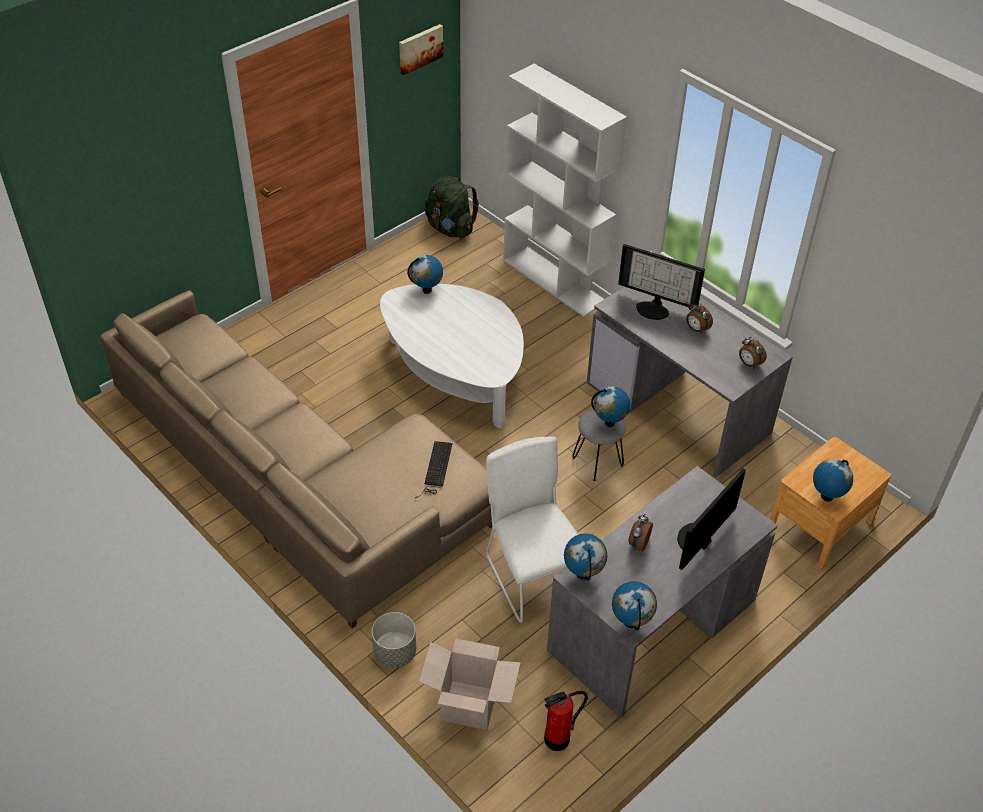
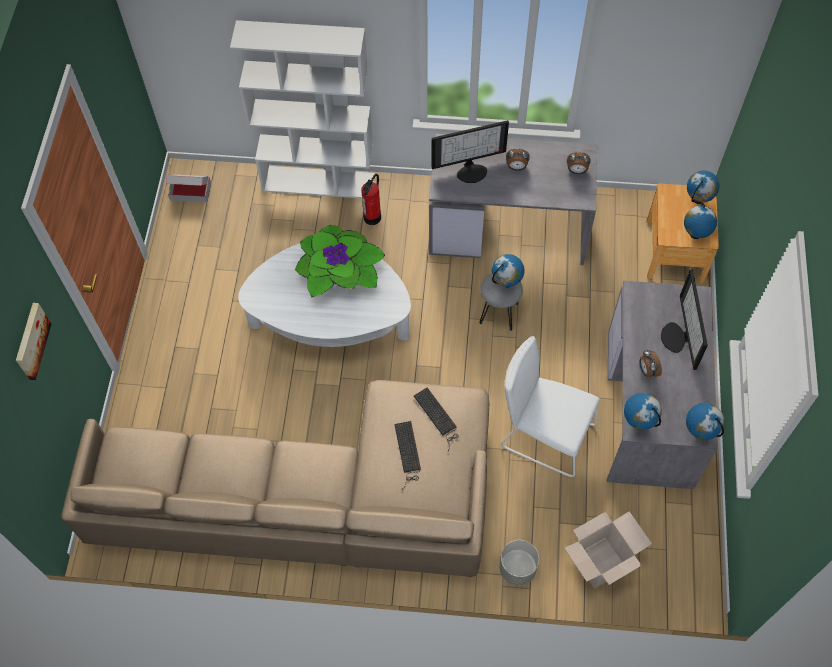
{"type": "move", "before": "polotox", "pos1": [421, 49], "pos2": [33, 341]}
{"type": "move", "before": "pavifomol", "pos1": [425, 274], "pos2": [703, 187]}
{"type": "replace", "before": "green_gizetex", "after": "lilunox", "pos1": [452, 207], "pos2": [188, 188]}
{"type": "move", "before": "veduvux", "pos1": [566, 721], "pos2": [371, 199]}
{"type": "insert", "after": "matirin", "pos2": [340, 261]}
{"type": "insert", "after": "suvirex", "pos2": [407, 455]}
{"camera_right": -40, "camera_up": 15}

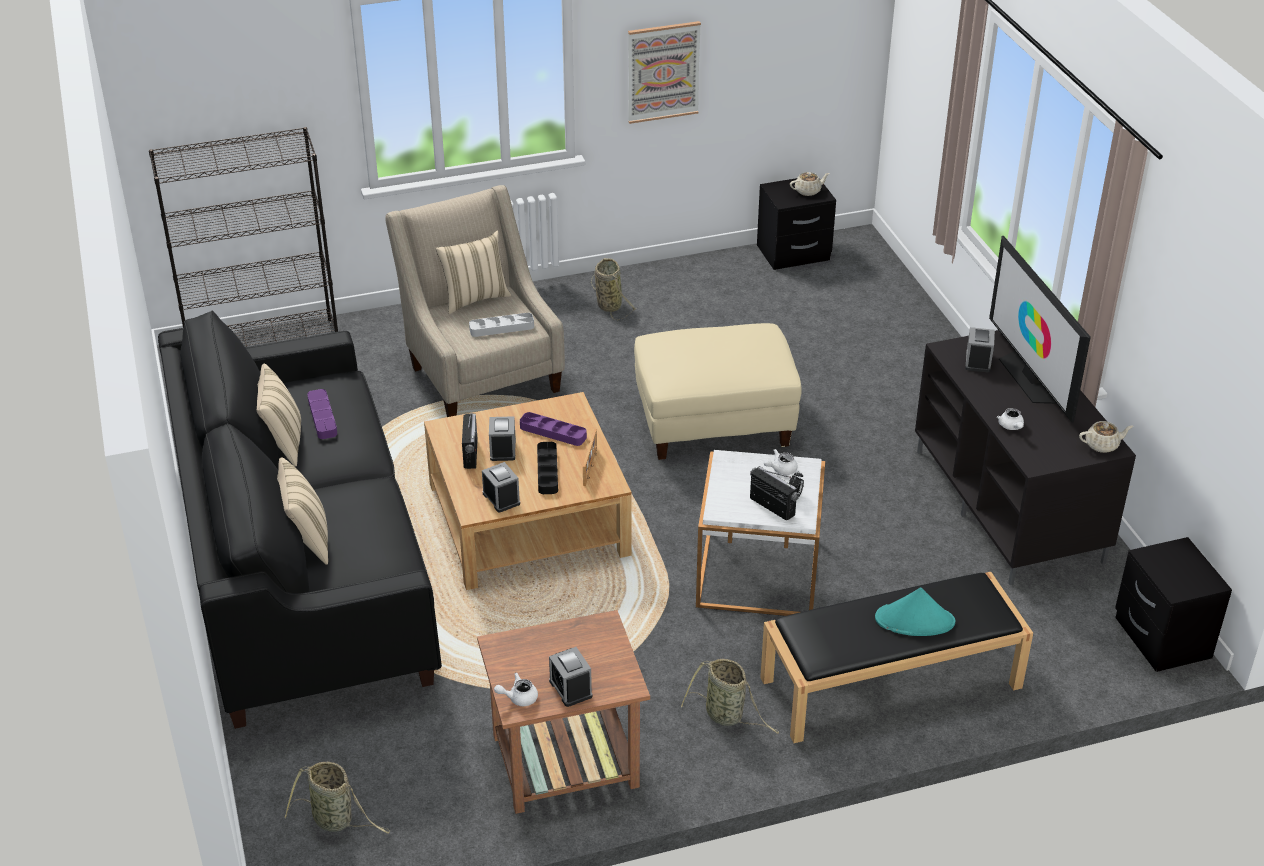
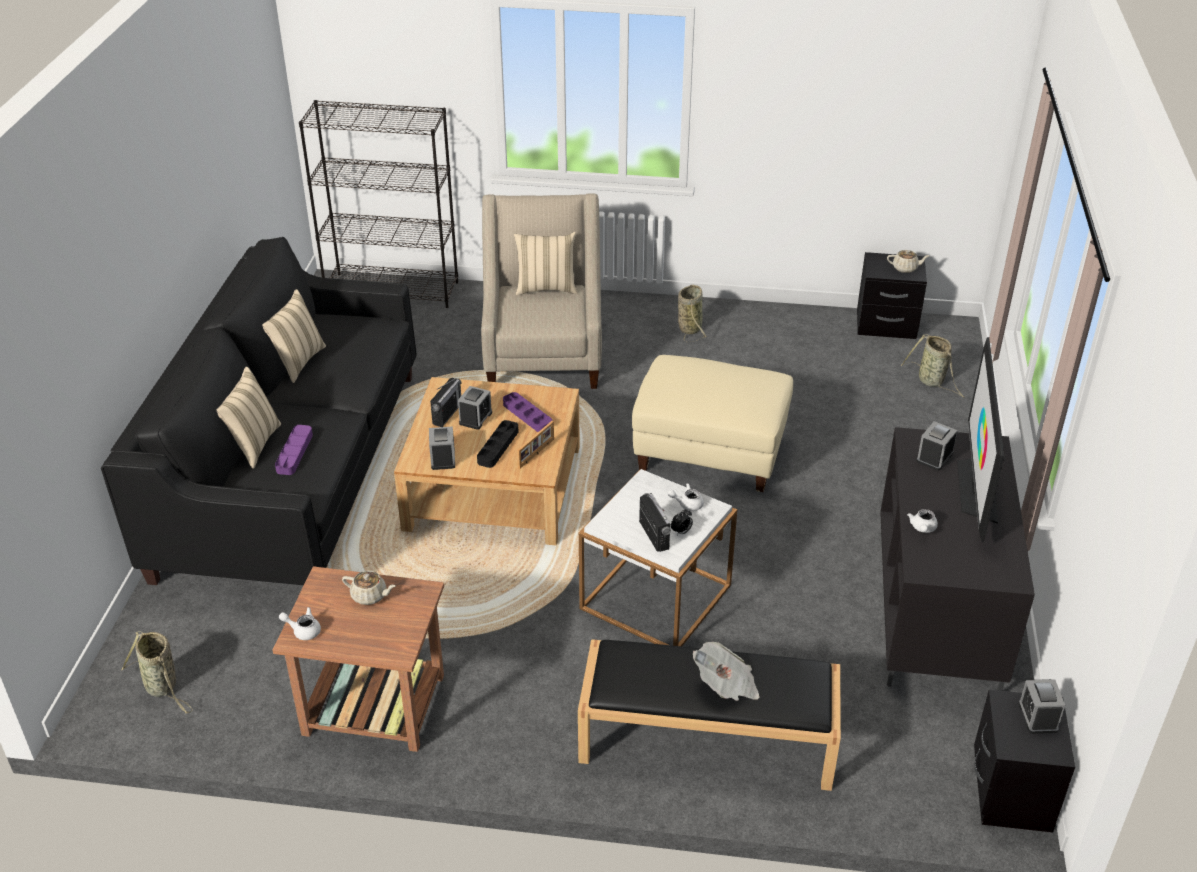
{"type": "move", "before": "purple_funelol", "pos1": [322, 414], "pos2": [294, 450]}
{"type": "delete", "before": "grey_funelol", "pos1": [501, 325]}
{"type": "move", "before": "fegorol", "pos1": [570, 677], "pos2": [1041, 706]}
{"type": "delete", "before": "polotox", "pos1": [664, 72]}
{"type": "move", "before": "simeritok", "pos1": [730, 696], "pos2": [933, 366]}
{"type": "replace", "before": "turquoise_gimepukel", "after": "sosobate", "pos1": [915, 612], "pos2": [726, 671]}
{"type": "move", "before": "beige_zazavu", "pos1": [1106, 437], "pos2": [369, 588]}
{"camera_right": 25, "camera_up": 0}

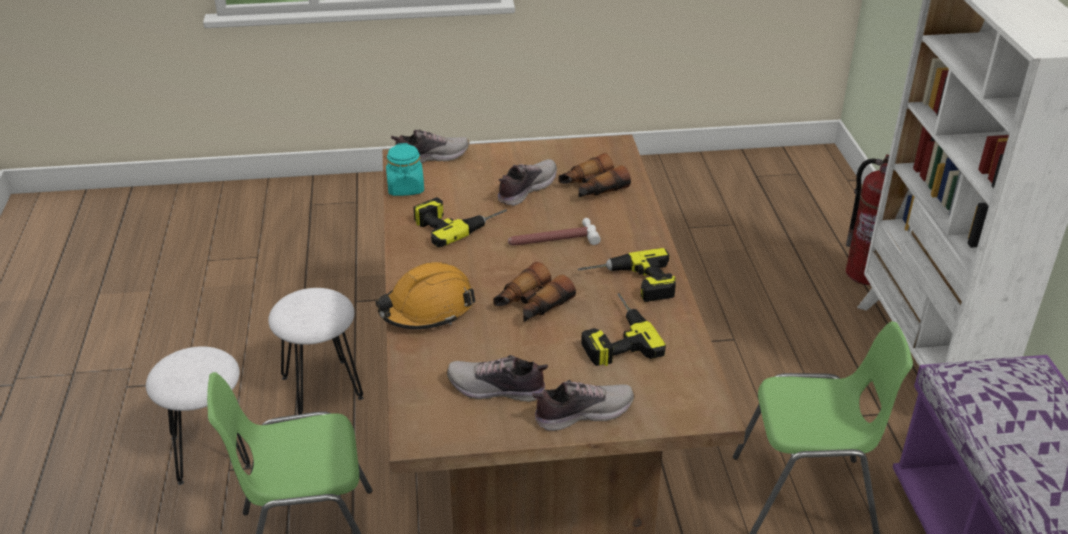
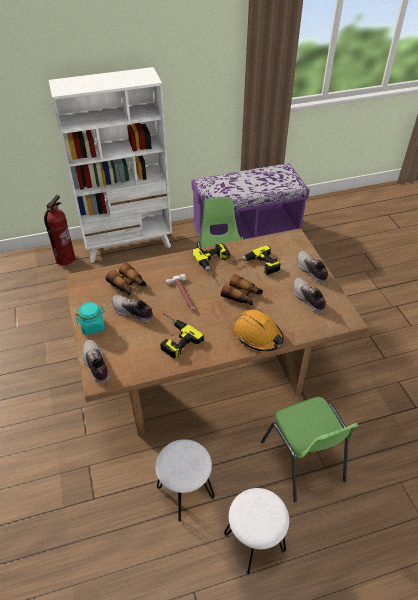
{"type": "move", "before": "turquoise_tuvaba", "pos1": [405, 169], "pos2": [90, 318]}
{"type": "rotate", "before": "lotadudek", "pos1": [497, 378], "pos2": [310, 295], "turn": 150}
{"camera_right": -100, "camera_up": 10}

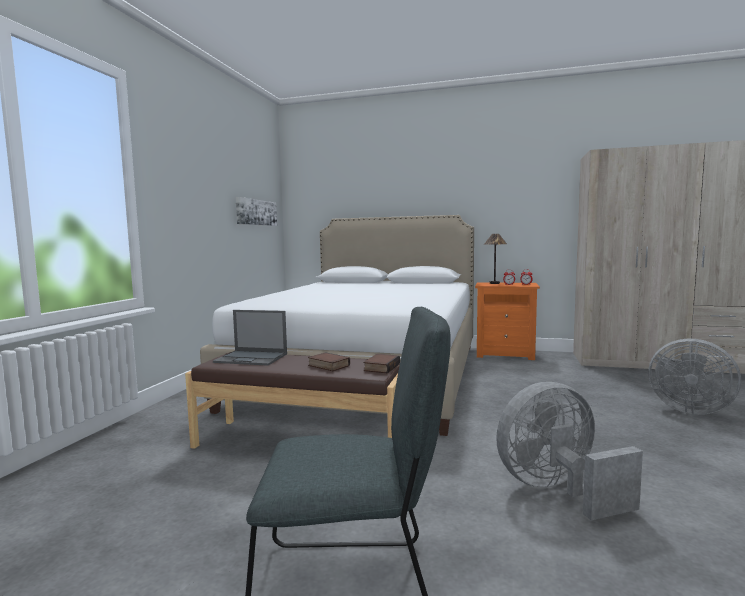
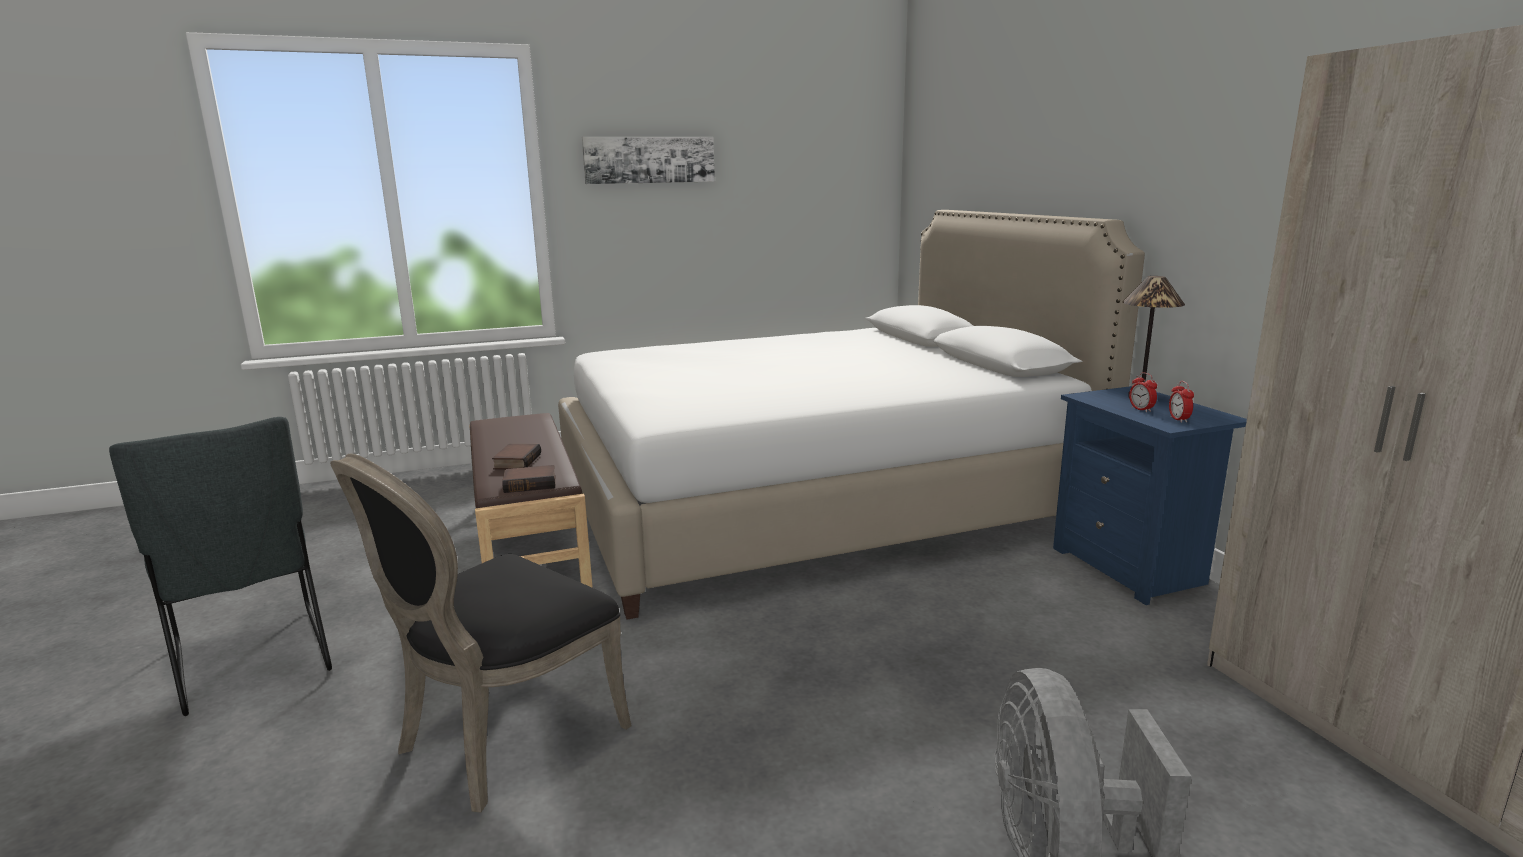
{"type": "delete", "before": "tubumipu", "pos1": [250, 338]}
{"type": "move", "before": "polotox", "pos1": [256, 211], "pos2": [648, 160]}
{"type": "recolor", "before": "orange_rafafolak", "after": "blue_rafafolak", "pos1": [507, 321], "pos2": [1150, 495]}
{"type": "replace", "before": "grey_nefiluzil", "after": "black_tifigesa", "pos1": [569, 451], "pos2": [481, 633]}
{"camera_right": 55, "camera_up": 10}

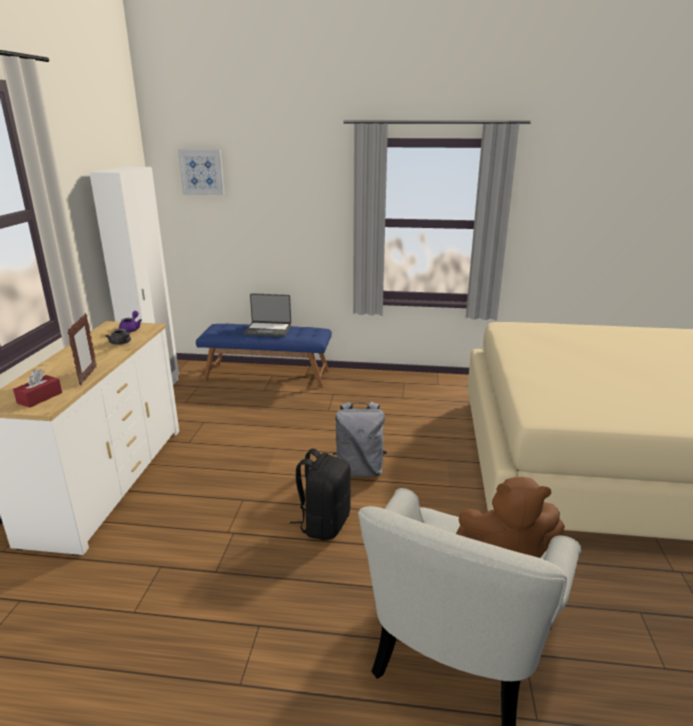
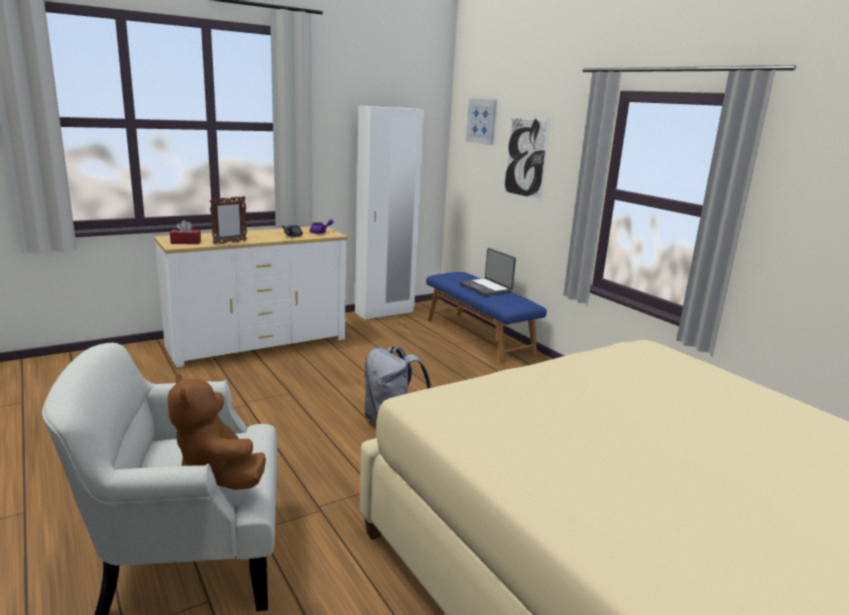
{"type": "delete", "before": "black_gizetex", "pos1": [320, 494]}
{"type": "insert", "after": "polotox", "pos2": [526, 158]}
{"camera_right": 50, "camera_up": -5}

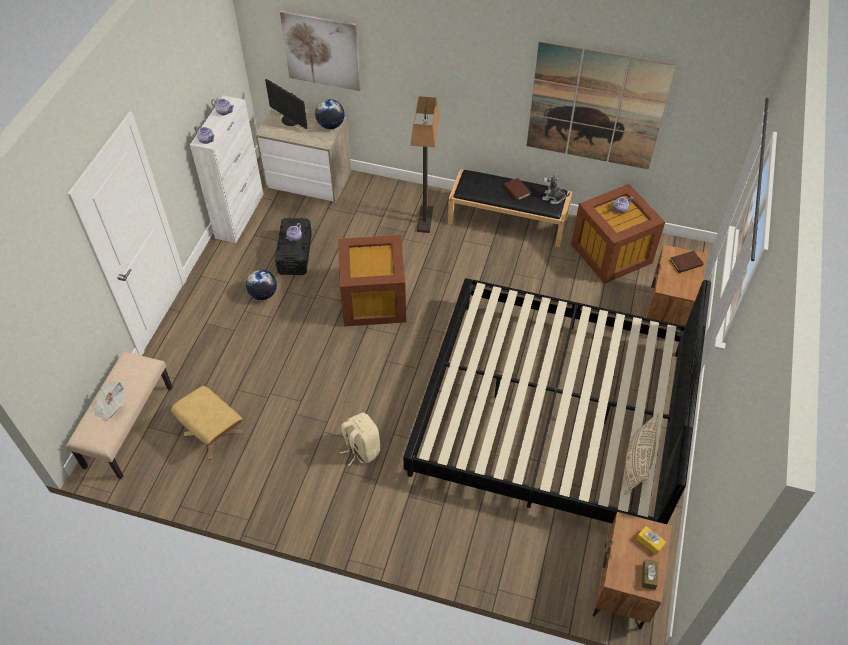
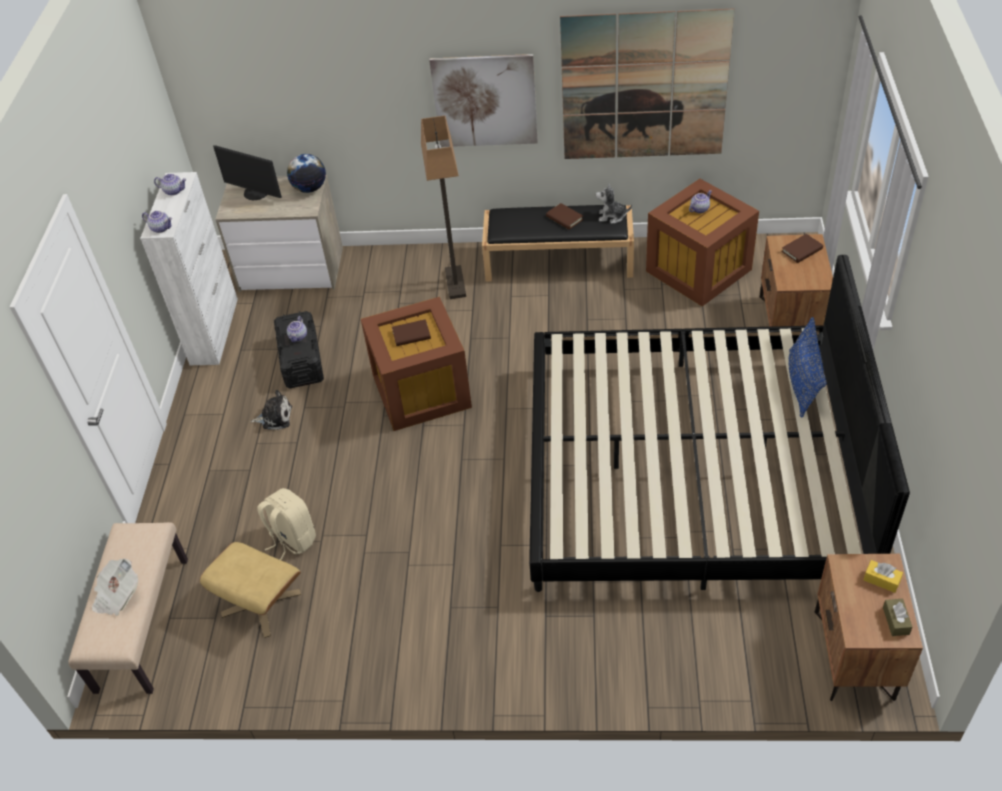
{"type": "replace", "before": "pavifomol", "after": "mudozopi", "pos1": [261, 285], "pos2": [271, 410]}
{"type": "move", "before": "polotox", "pos1": [320, 51], "pos2": [483, 100]}
{"type": "move", "before": "beige_gizetex", "pos1": [360, 439], "pos2": [286, 524]}
{"type": "delete", "before": "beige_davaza", "pos1": [641, 454]}
{"type": "insert", "after": "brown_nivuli", "pos2": [411, 332]}
{"type": "insert", "after": "blue_davaza", "pos2": [807, 367]}
{"camera_right": -10, "camera_up": -5}

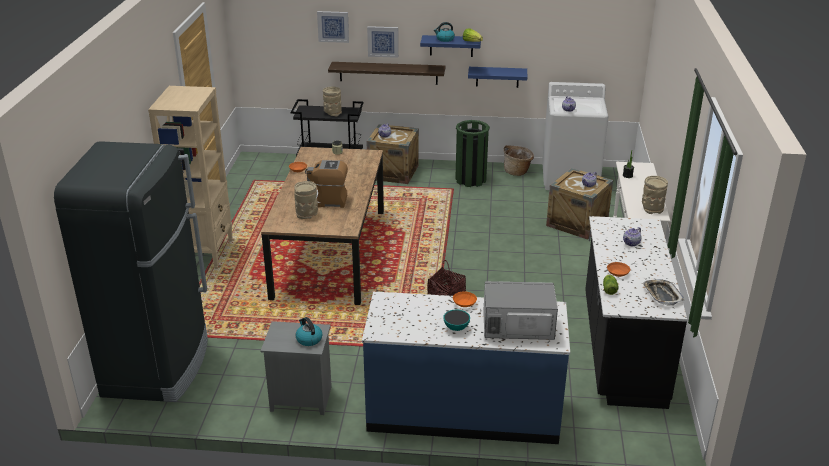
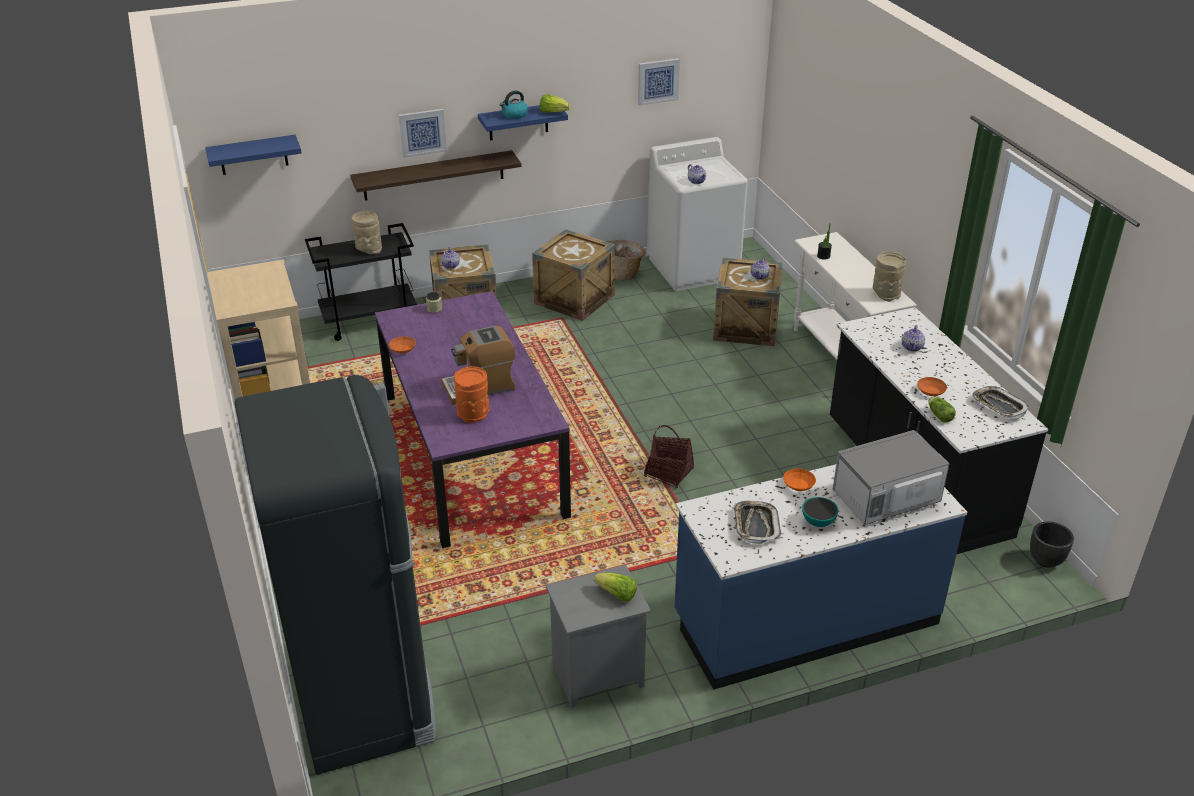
{"type": "recolor", "before": "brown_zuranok", "after": "purple_zuranok", "pos1": [322, 226], "pos2": [473, 419]}
{"type": "recolor", "before": "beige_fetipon", "after": "orange_fetipon", "pos1": [306, 200], "pos2": [472, 394]}
{"type": "replace", "before": "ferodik", "after": "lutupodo", "pos1": [309, 331], "pos2": [615, 587]}
{"type": "move", "before": "polotox", "pos1": [333, 27], "pos2": [659, 82]}
{"type": "replace", "before": "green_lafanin", "after": "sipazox", "pos1": [472, 153], "pos2": [573, 275]}
{"type": "move", "before": "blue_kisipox", "pos1": [497, 77], "pos2": [253, 155]}
{"type": "insert", "after": "funelol", "pos2": [757, 522]}
{"type": "insert", "after": "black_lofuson", "pos2": [1052, 544]}
{"camera_right": -25, "camera_up": 5}

